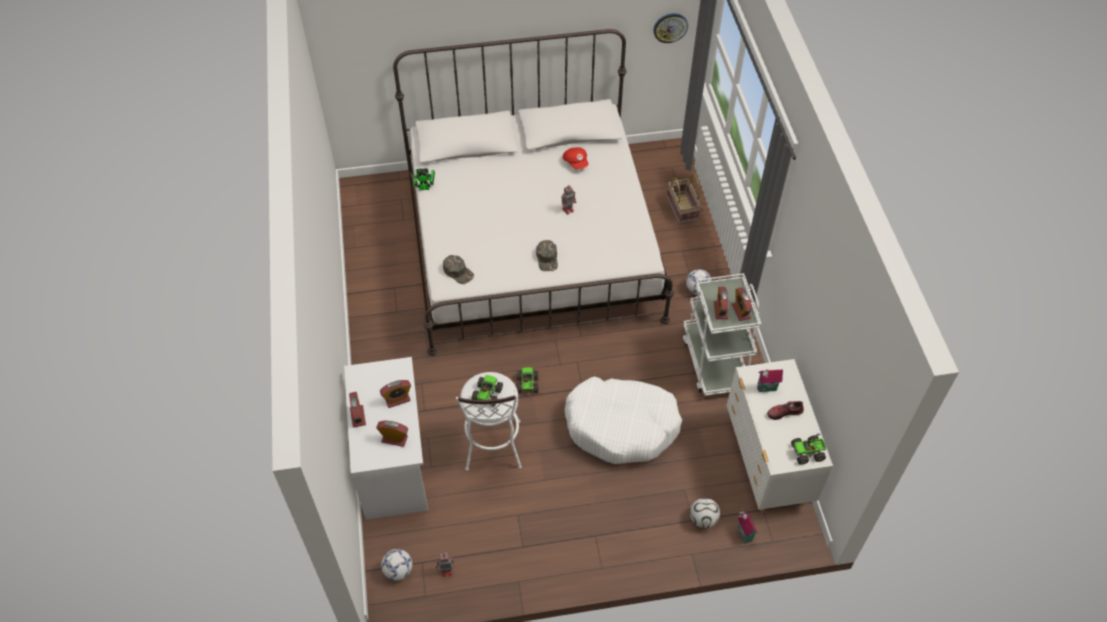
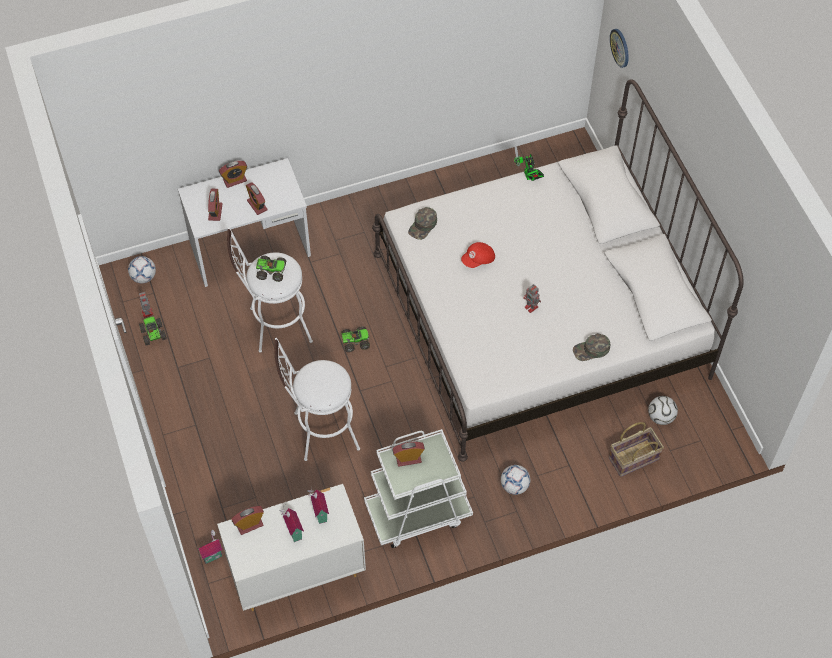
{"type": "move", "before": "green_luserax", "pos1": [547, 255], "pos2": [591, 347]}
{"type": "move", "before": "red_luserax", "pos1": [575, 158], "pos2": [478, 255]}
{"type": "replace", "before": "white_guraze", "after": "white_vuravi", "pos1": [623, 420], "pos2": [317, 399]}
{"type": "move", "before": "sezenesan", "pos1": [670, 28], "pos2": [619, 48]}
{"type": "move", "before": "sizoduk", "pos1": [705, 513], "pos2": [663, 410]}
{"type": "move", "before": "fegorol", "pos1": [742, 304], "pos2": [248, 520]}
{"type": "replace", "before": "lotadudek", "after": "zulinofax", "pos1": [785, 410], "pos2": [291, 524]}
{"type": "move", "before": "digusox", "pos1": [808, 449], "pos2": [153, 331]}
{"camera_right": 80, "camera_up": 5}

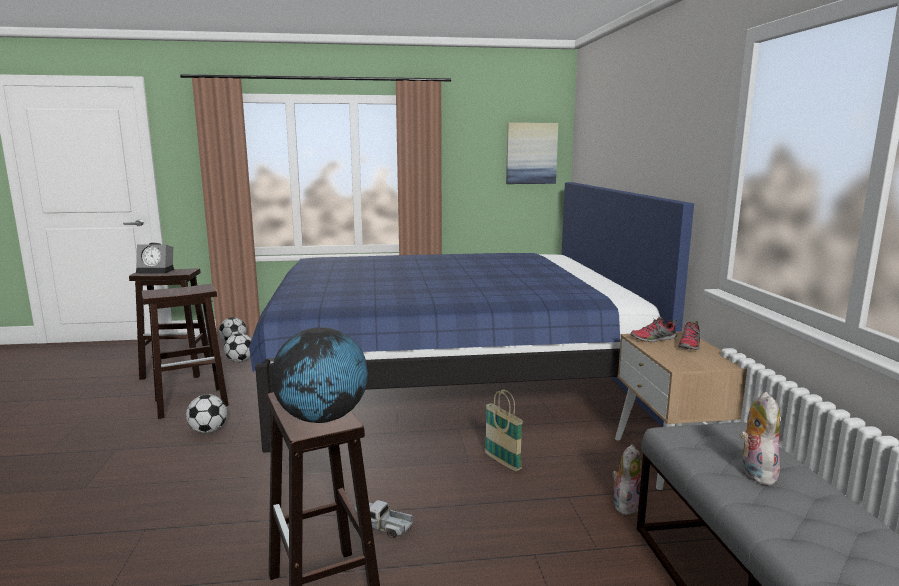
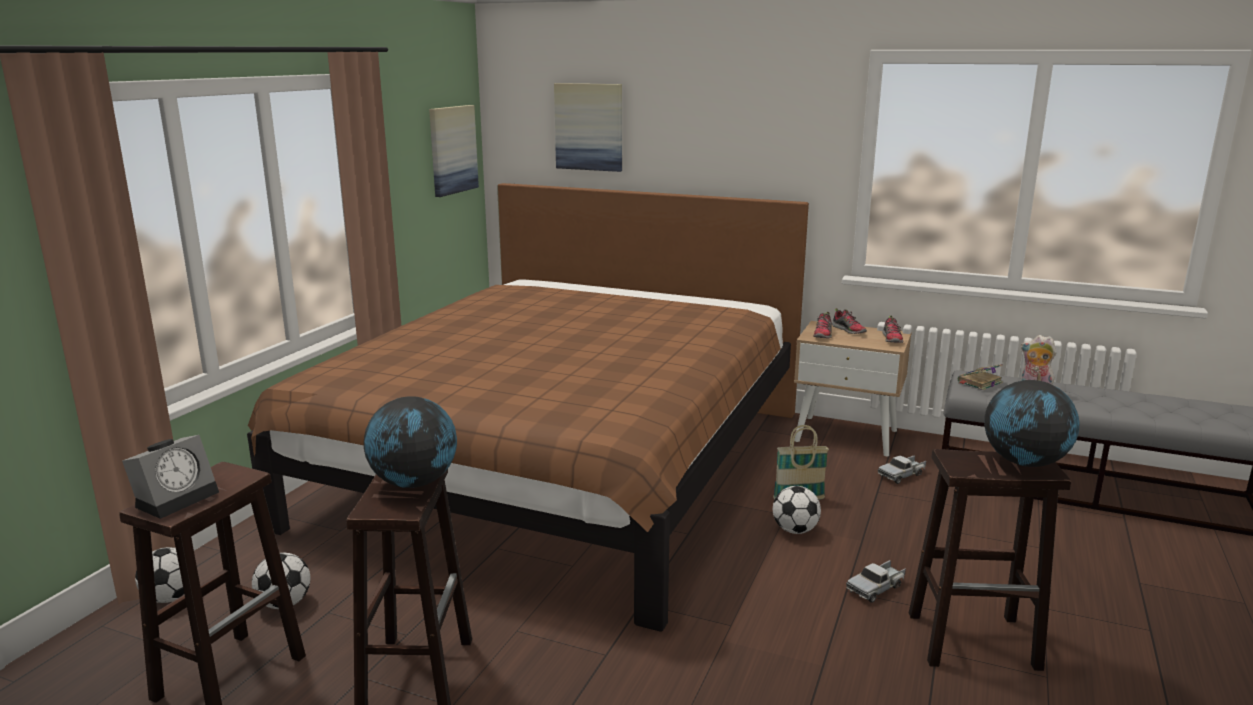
{"type": "move", "before": "sizoduk", "pos1": [206, 413], "pos2": [797, 510]}
{"type": "recolor", "before": "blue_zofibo", "after": "brown_zofibo", "pos1": [471, 317], "pos2": [528, 407]}
{"type": "replace", "before": "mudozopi", "after": "digusox", "pos1": [626, 480], "pos2": [902, 469]}
{"type": "insert", "after": "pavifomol", "pos2": [410, 442]}
{"type": "insert", "after": "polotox", "pos2": [588, 127]}
{"type": "insert", "after": "lotadudek", "pos2": [892, 329]}
{"type": "insert", "after": "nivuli", "pos2": [980, 377]}
{"camera_right": -60, "camera_up": 5}

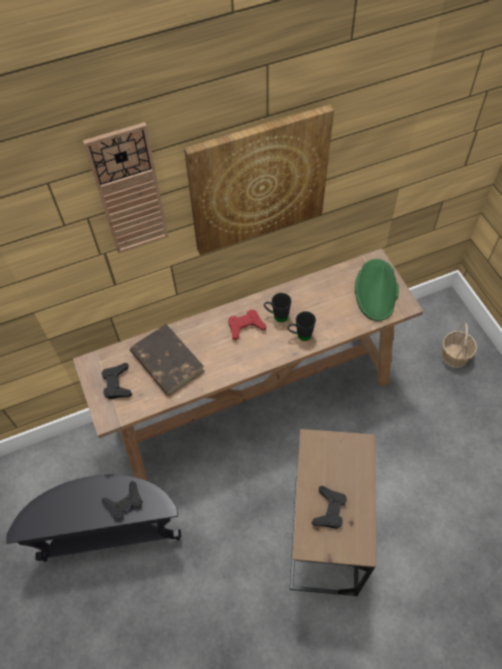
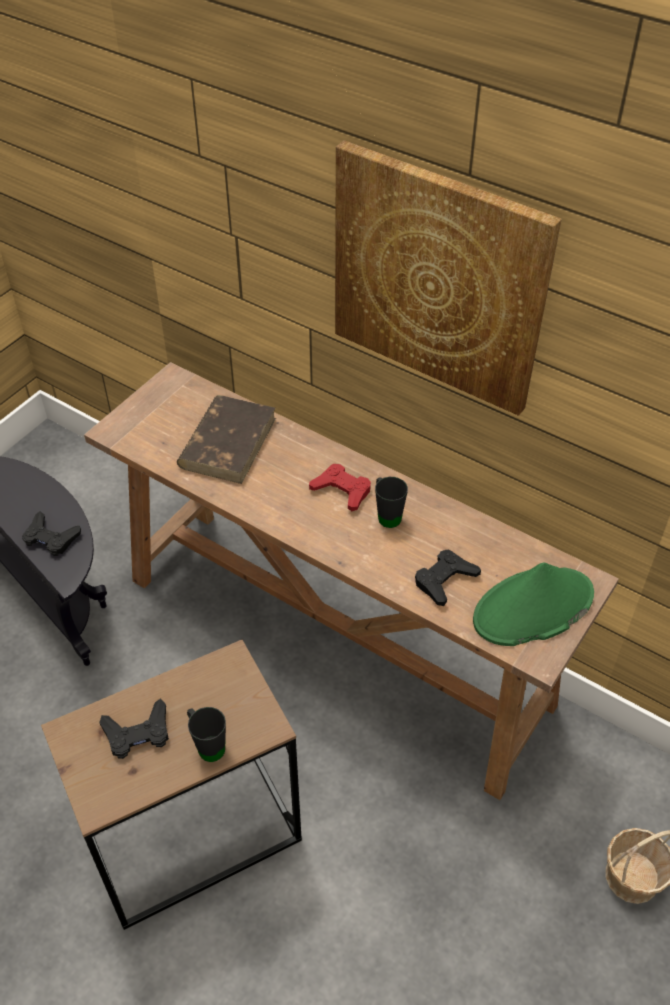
{"type": "delete", "before": "sezenesan", "pos1": [126, 187]}
{"type": "move", "before": "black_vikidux", "pos1": [116, 381], "pos2": [448, 577]}
{"type": "move", "before": "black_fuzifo", "pos1": [302, 326], "pos2": [206, 734]}
{"camera_right": 55, "camera_up": -10}

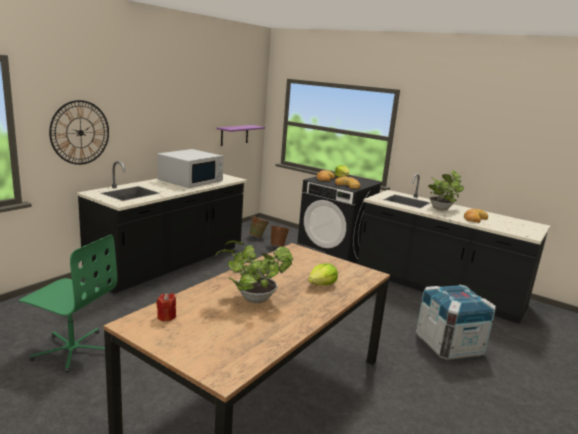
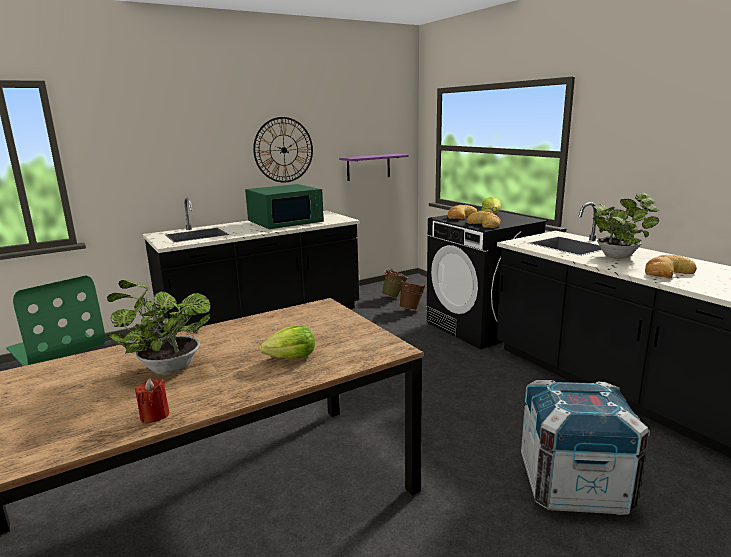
{"type": "move", "before": "sezenesan", "pos1": [79, 132], "pos2": [283, 150]}
{"type": "move", "before": "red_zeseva", "pos1": [166, 307], "pos2": [152, 400]}
{"type": "recolor", "before": "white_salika", "after": "green_salika", "pos1": [190, 168], "pos2": [284, 206]}
{"camera_right": 25, "camera_up": 0}

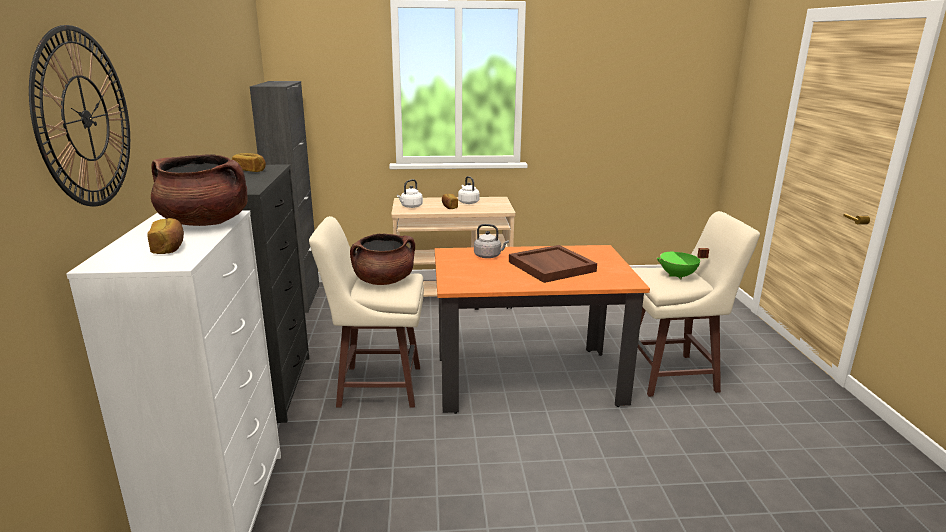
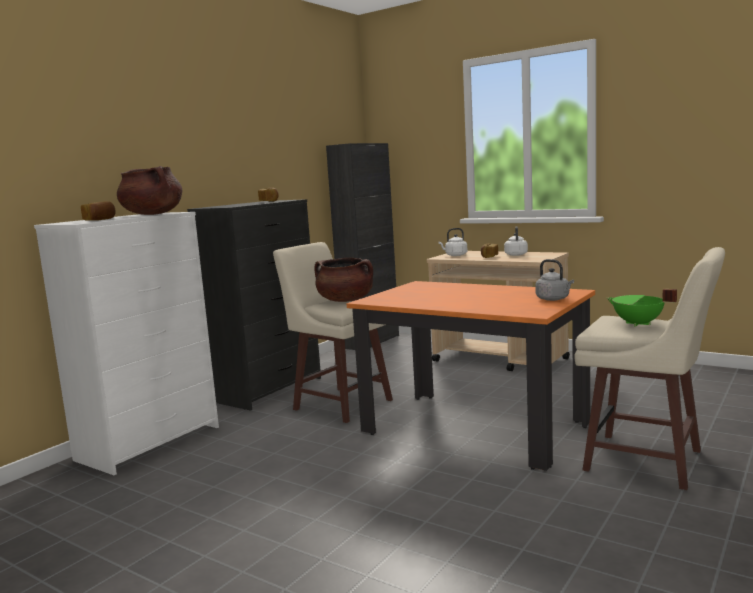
{"type": "delete", "before": "sezenesan", "pos1": [79, 116]}
{"type": "move", "before": "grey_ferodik", "pos1": [491, 241], "pos2": [554, 280]}
{"type": "delete", "before": "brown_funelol", "pos1": [553, 264]}
{"camera_right": 40, "camera_up": -10}

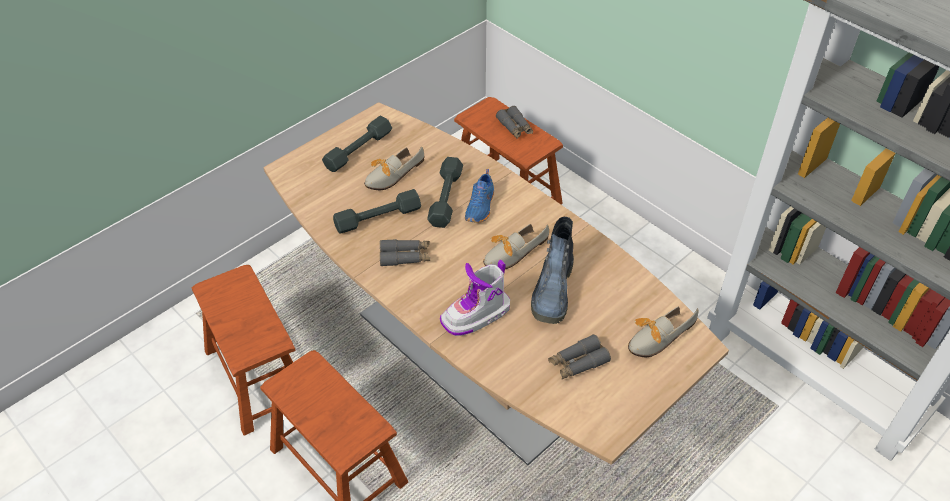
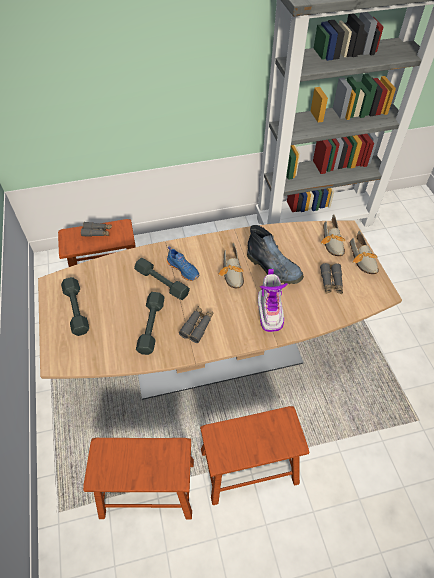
{"type": "move", "before": "lotadudek", "pos1": [394, 168], "pos2": [364, 252]}
{"camera_right": -60, "camera_up": 5}

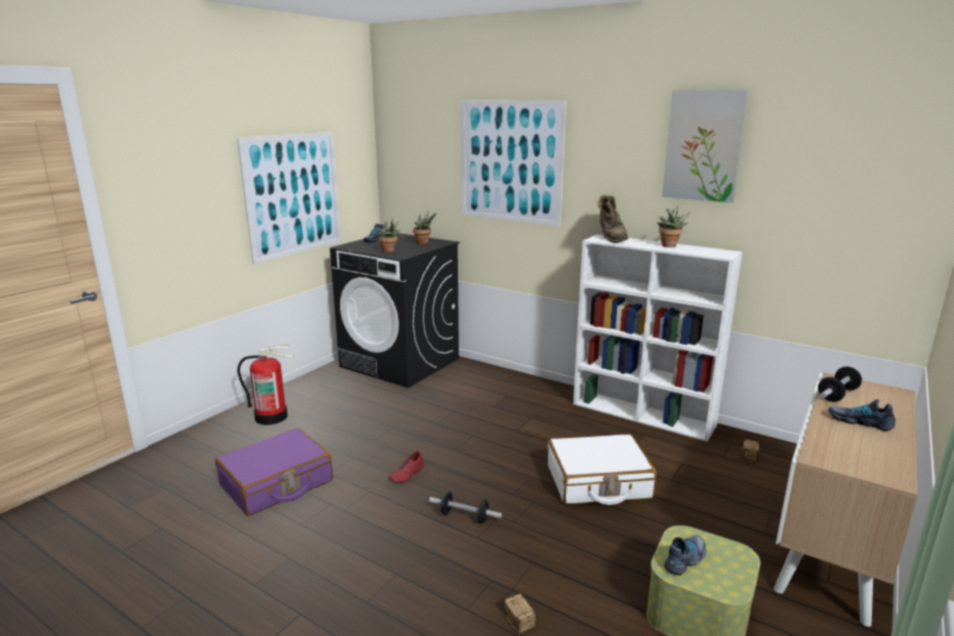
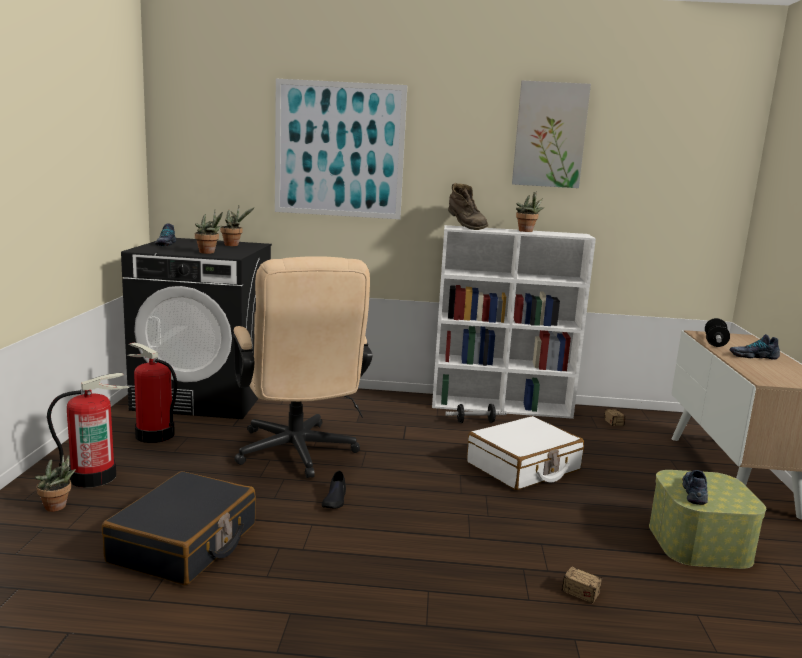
{"type": "recolor", "before": "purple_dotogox", "after": "black_dotogox", "pos1": [274, 472], "pos2": [179, 528]}
{"type": "delete", "before": "polotox", "pos1": [289, 198]}
{"type": "recolor", "before": "red_lotadudek", "after": "black_lotadudek", "pos1": [406, 467], "pos2": [334, 489]}
{"type": "move", "before": "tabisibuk", "pos1": [465, 508], "pos2": [476, 413]}
{"type": "insert", "after": "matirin", "pos2": [55, 483]}
{"type": "insert", "after": "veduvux", "pos2": [152, 393]}
{"type": "insert", "after": "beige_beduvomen", "pos2": [302, 367]}
{"camera_right": -30, "camera_up": -5}

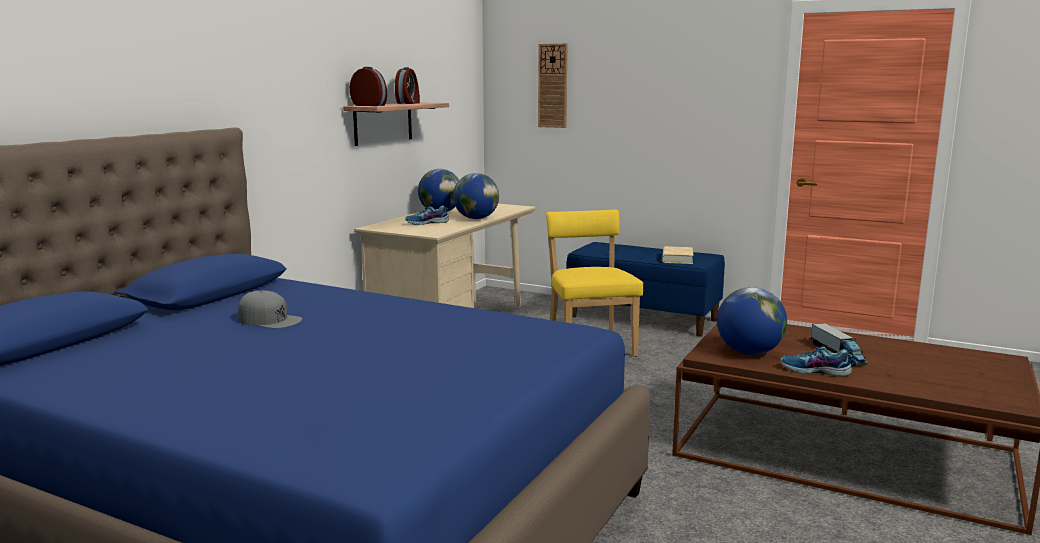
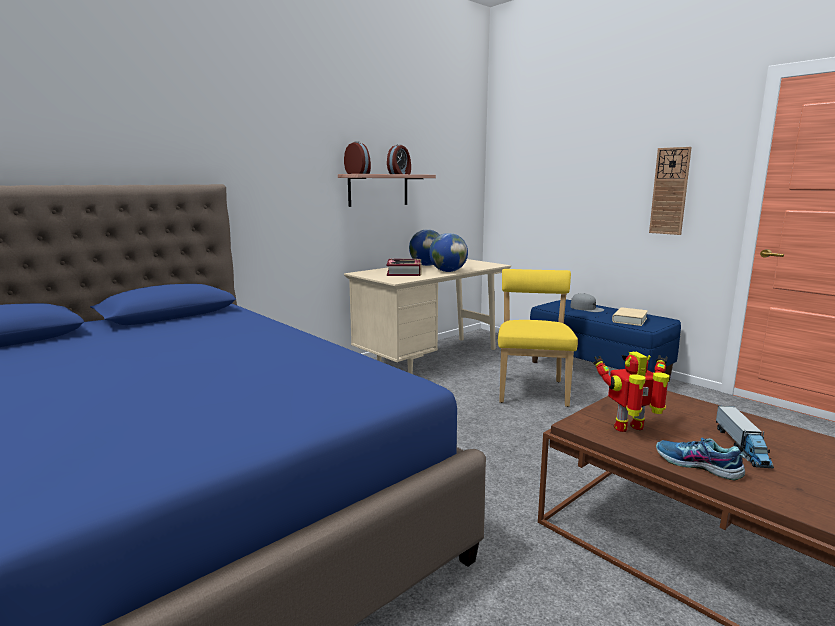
{"type": "move", "before": "grey_luserax", "pos1": [270, 309], "pos2": [587, 302]}
{"type": "replace", "before": "lotadudek", "after": "nivuli", "pos1": [427, 215], "pos2": [404, 267]}
{"type": "move", "before": "sezenesan", "pos1": [552, 85], "pos2": [670, 191]}
{"type": "replace", "before": "pavifomol", "after": "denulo", "pos1": [752, 321], "pos2": [631, 391]}
{"camera_right": 20, "camera_up": 0}

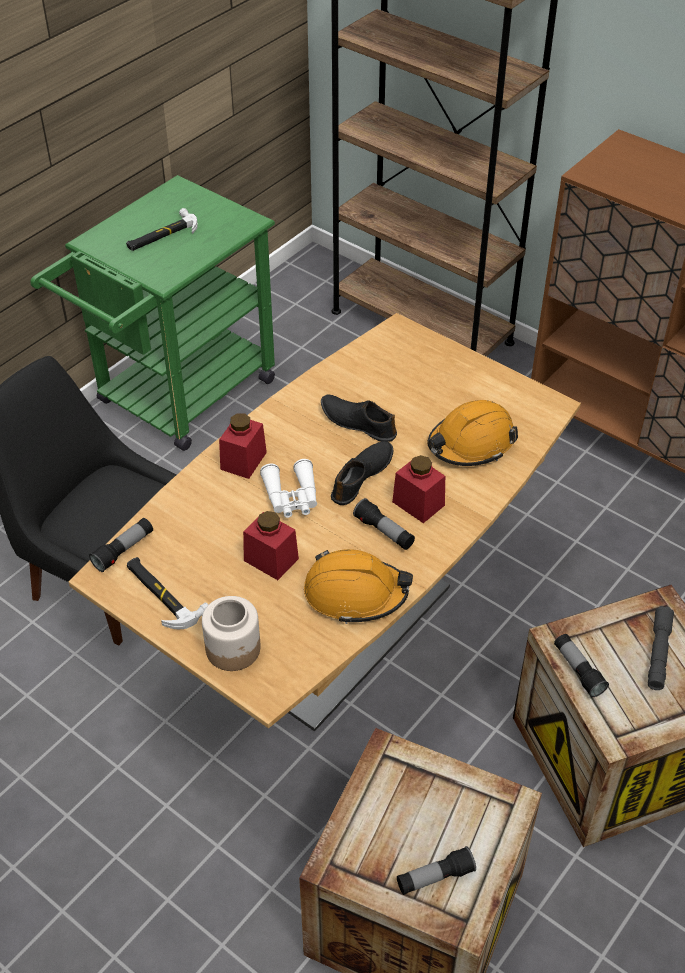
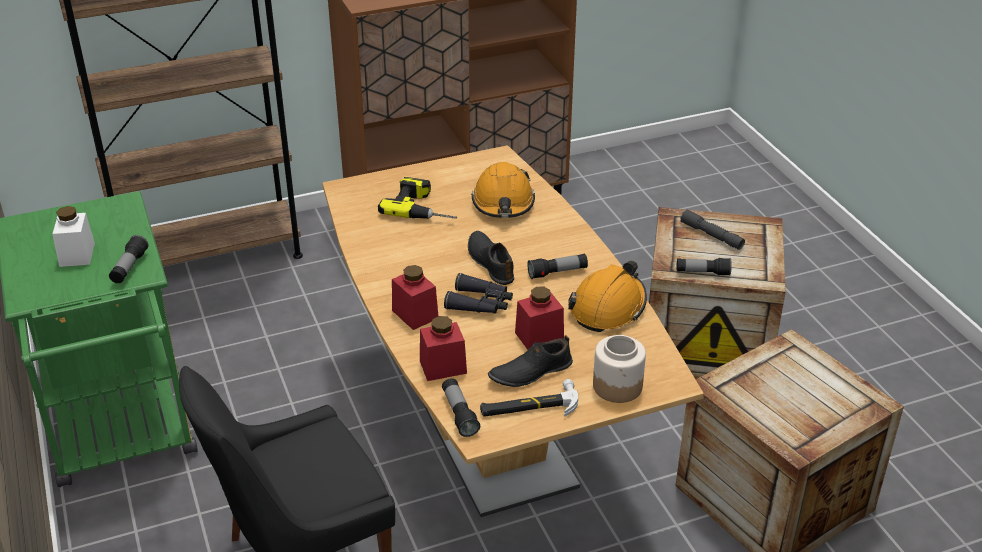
{"type": "replace", "before": "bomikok", "after": "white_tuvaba", "pos1": [162, 229], "pos2": [73, 236]}
{"type": "recolor", "before": "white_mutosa", "after": "black_mutosa", "pos1": [288, 488], "pos2": [478, 293]}
{"type": "move", "before": "black_lotadudek", "pos1": [359, 418], "pos2": [530, 361]}
{"type": "move", "before": "red_tuvaba", "pos1": [418, 489], "pos2": [443, 348]}
{"type": "move", "before": "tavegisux", "pos1": [436, 870], "pos2": [129, 259]}
{"type": "insert", "after": "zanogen", "pos2": [417, 198]}
{"camera_right": -60, "camera_up": -10}

